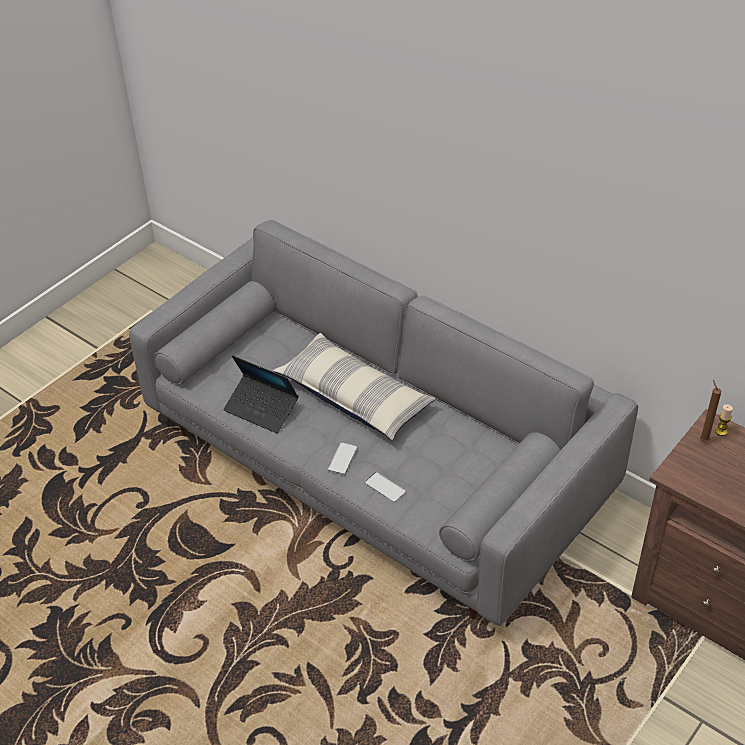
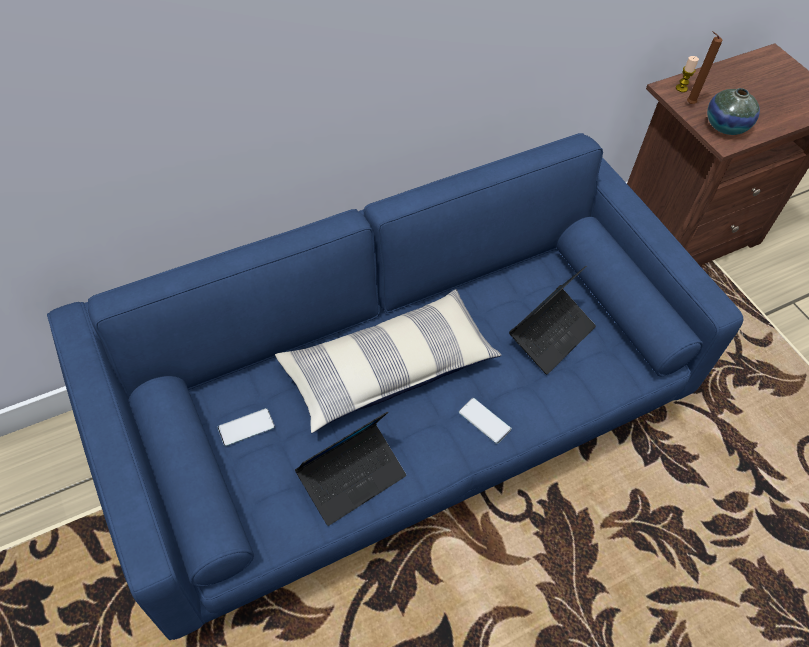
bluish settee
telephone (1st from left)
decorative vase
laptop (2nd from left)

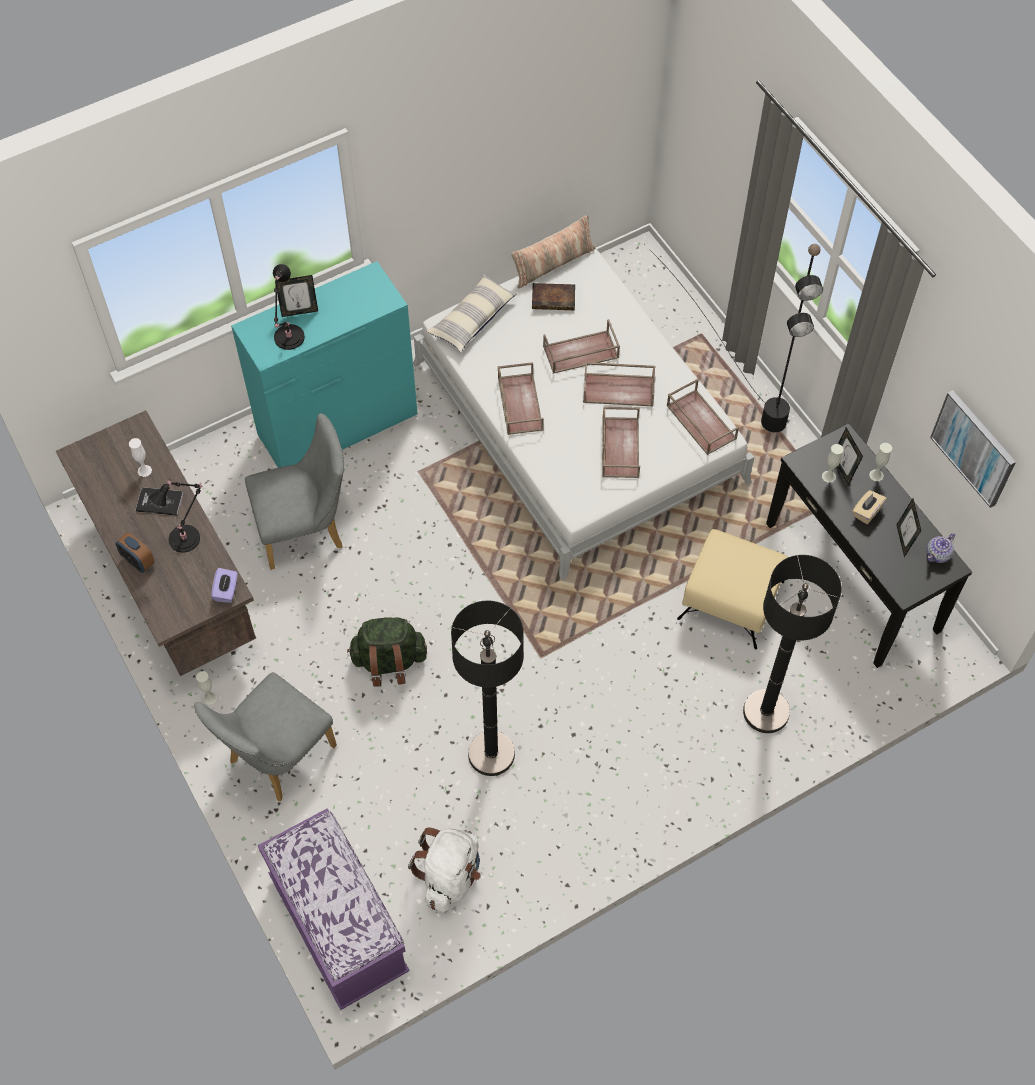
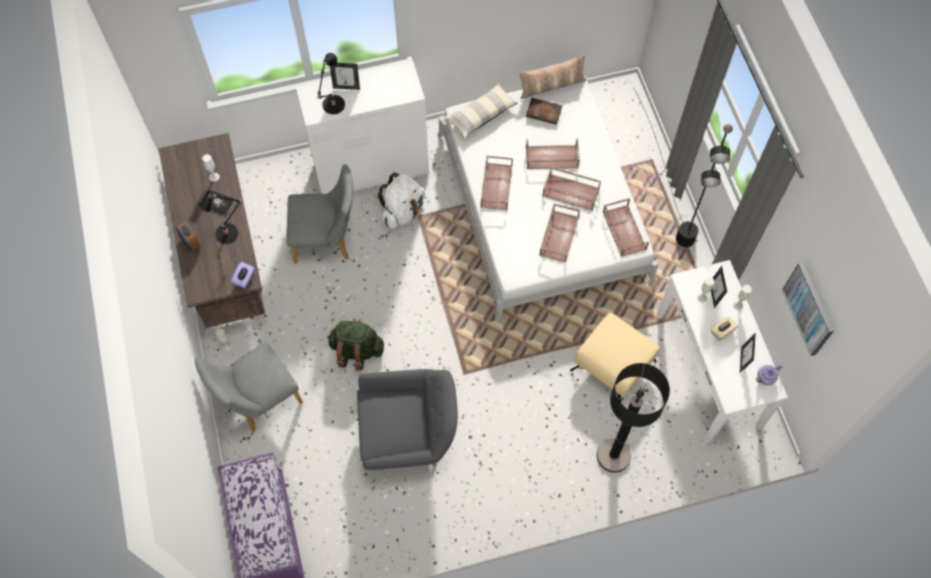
white-coloured dresser
white-coloured narrow table
greyish armchair
white-coloured rucksack

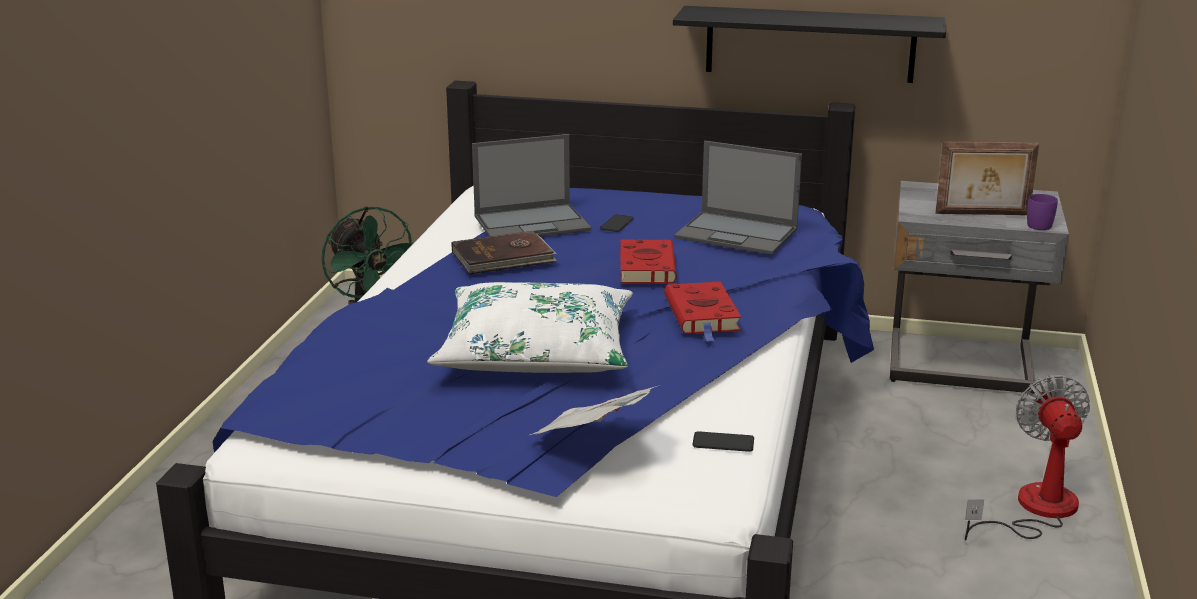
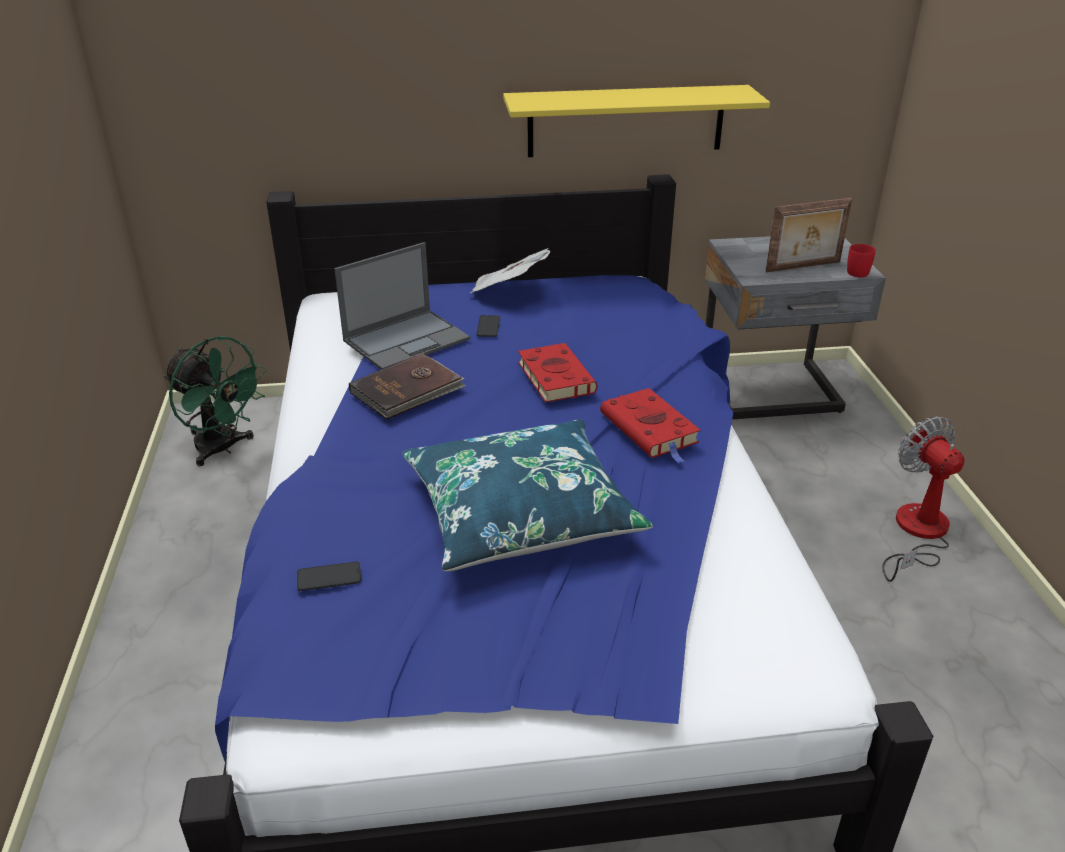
yellowish shelf
laptop (2nd from left in the first image)
reddish mug
bluish cushion
daily paper
telephone (1st from left)

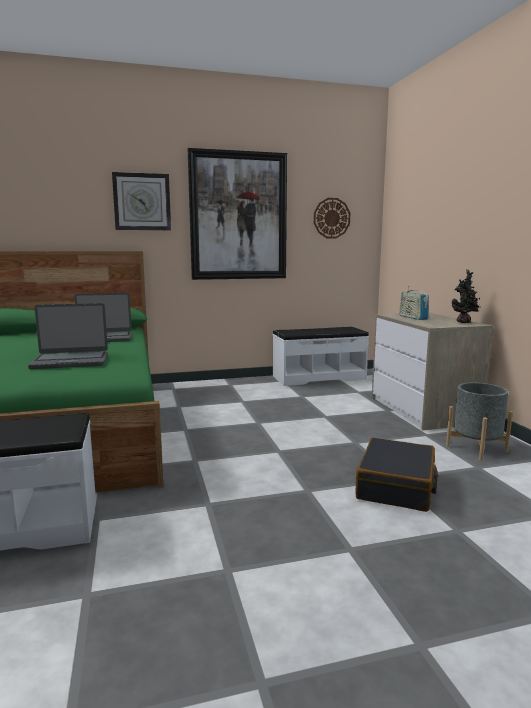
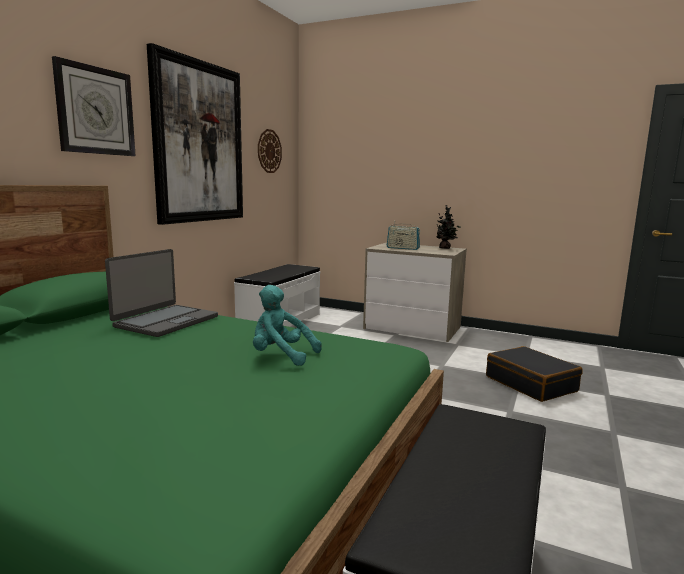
turquoise cuddly toy
greyish plant pot

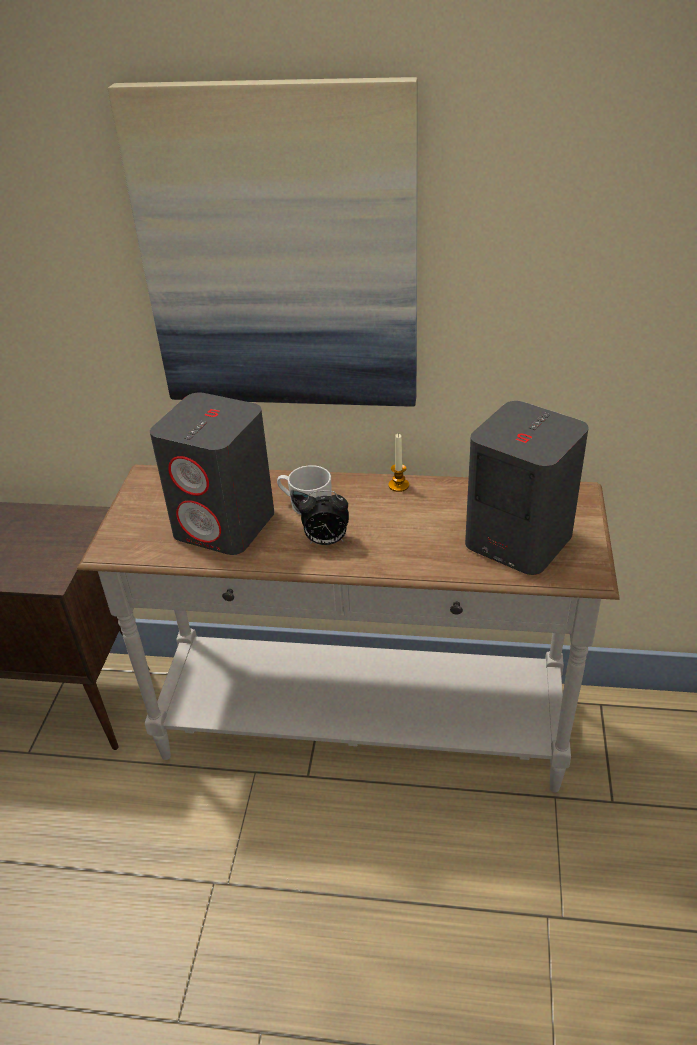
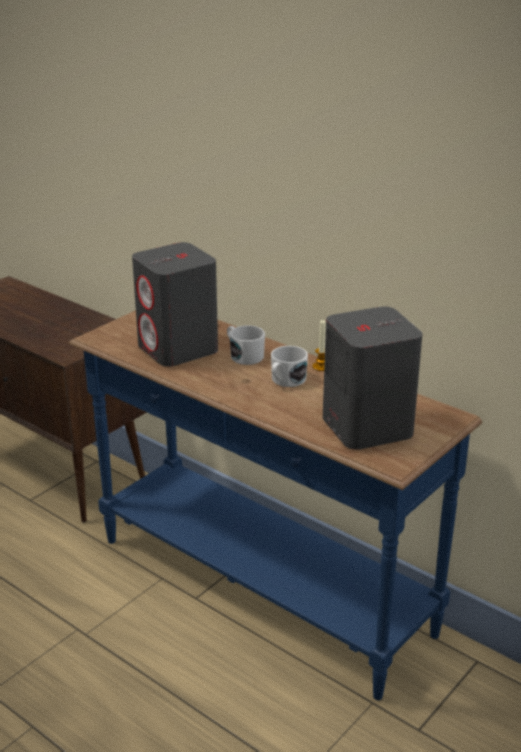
wall picture
bluish narrow table
alarm clock
white-coloured mug (2nd from left)

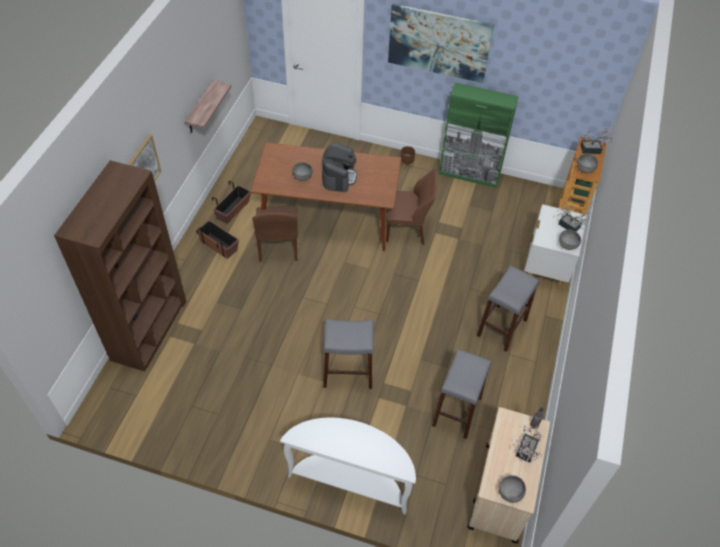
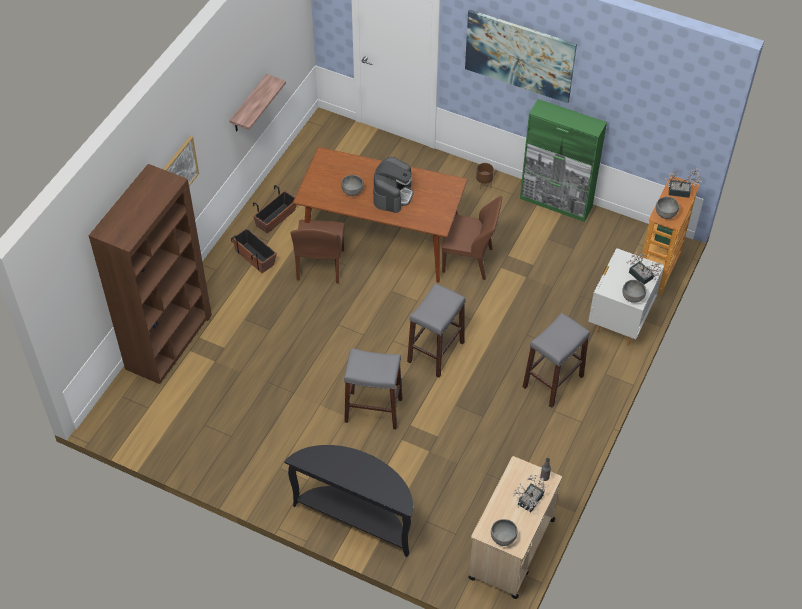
greyish sitting stool (2nd from left)
blackish narrow table

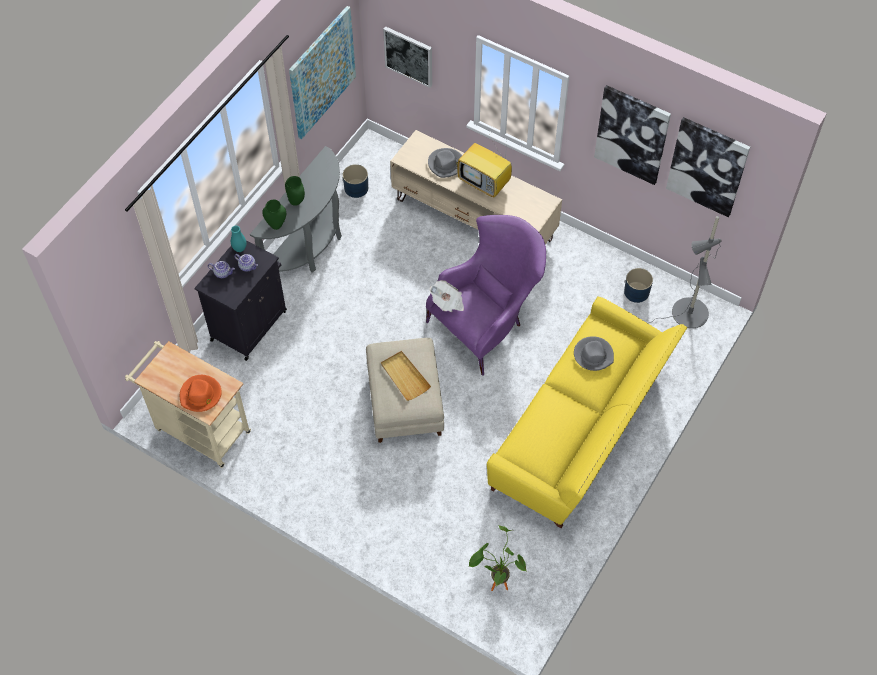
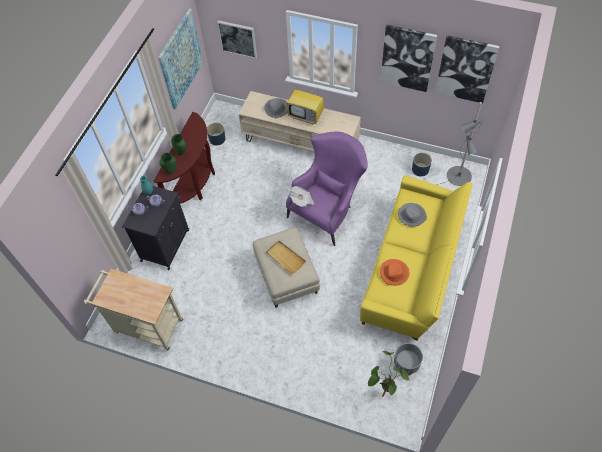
brownish narrow table
orange wearable hat
greyish plant pot

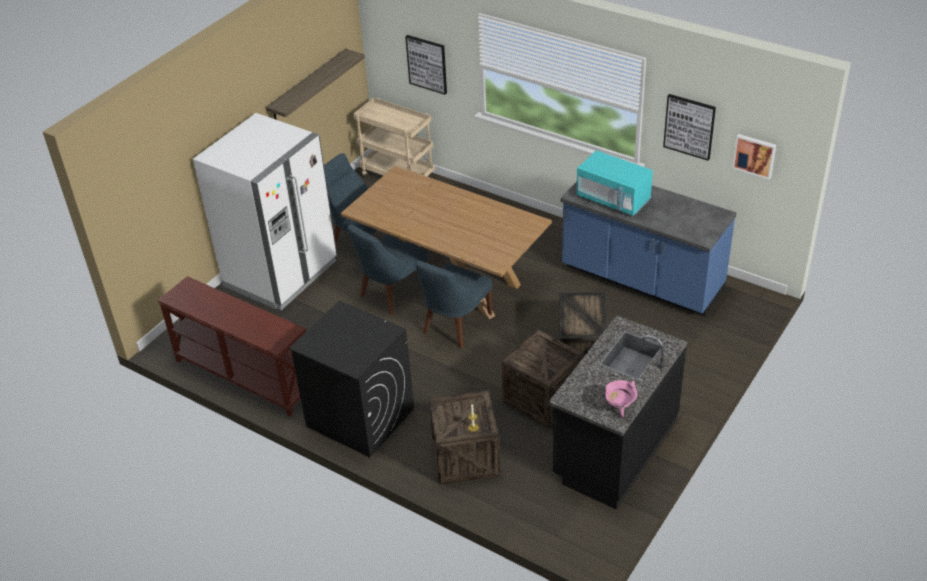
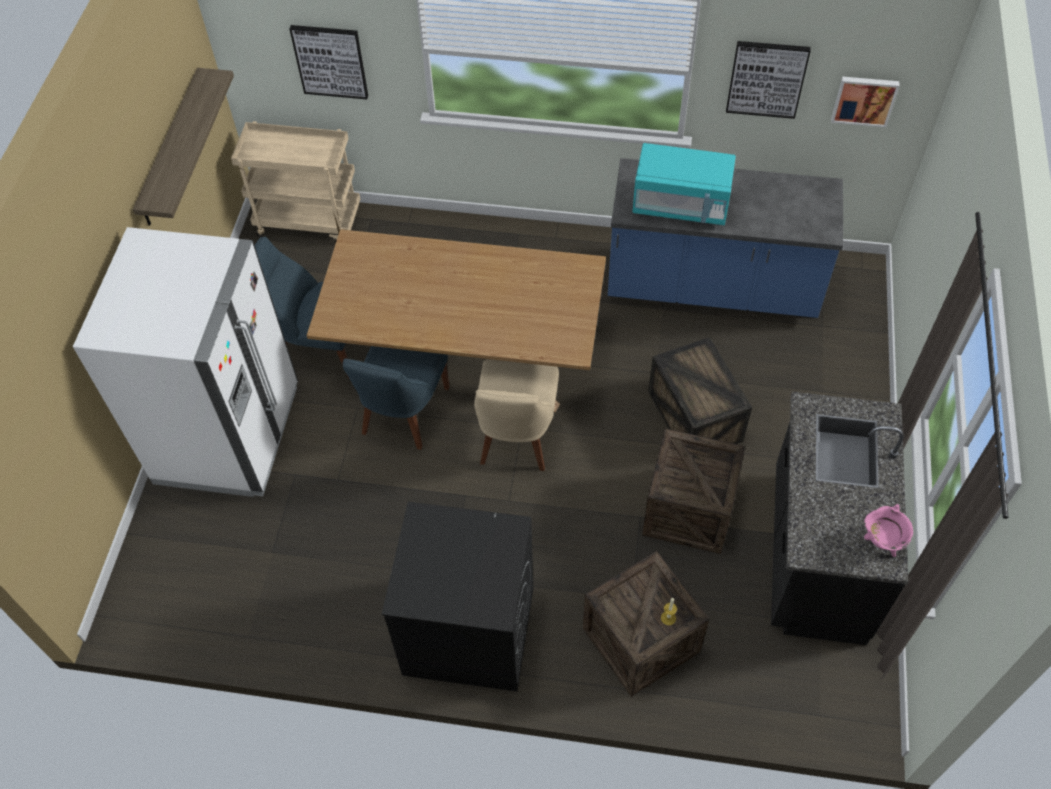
beige-coloured upright chair
brownish narrow table

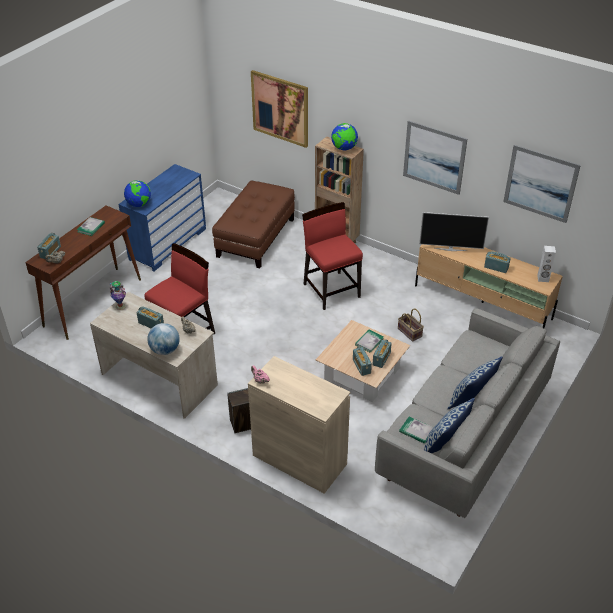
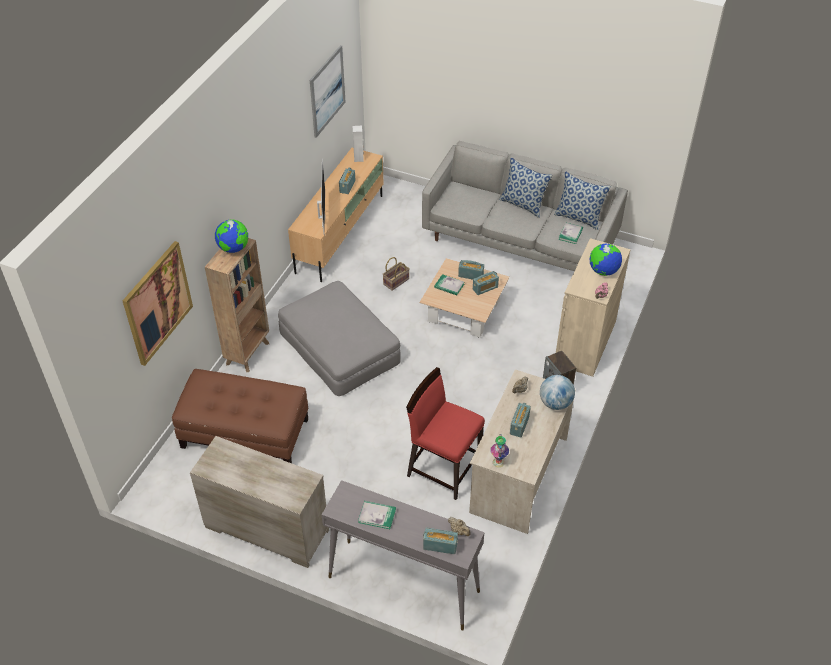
wall picture (2nd from left in the first image)
beige-coloured dresser
desk globe (3rd from left)
greyish ottoman
greyish narrow table

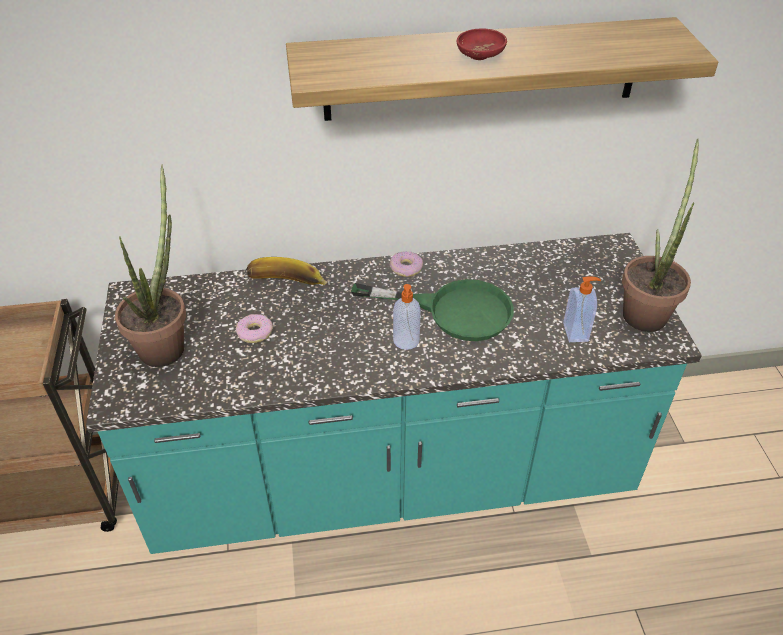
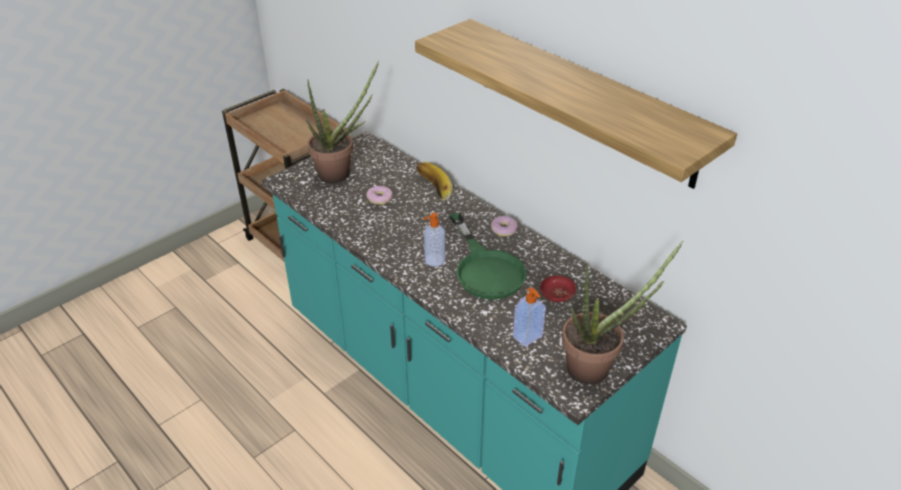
reddish serving bowl

